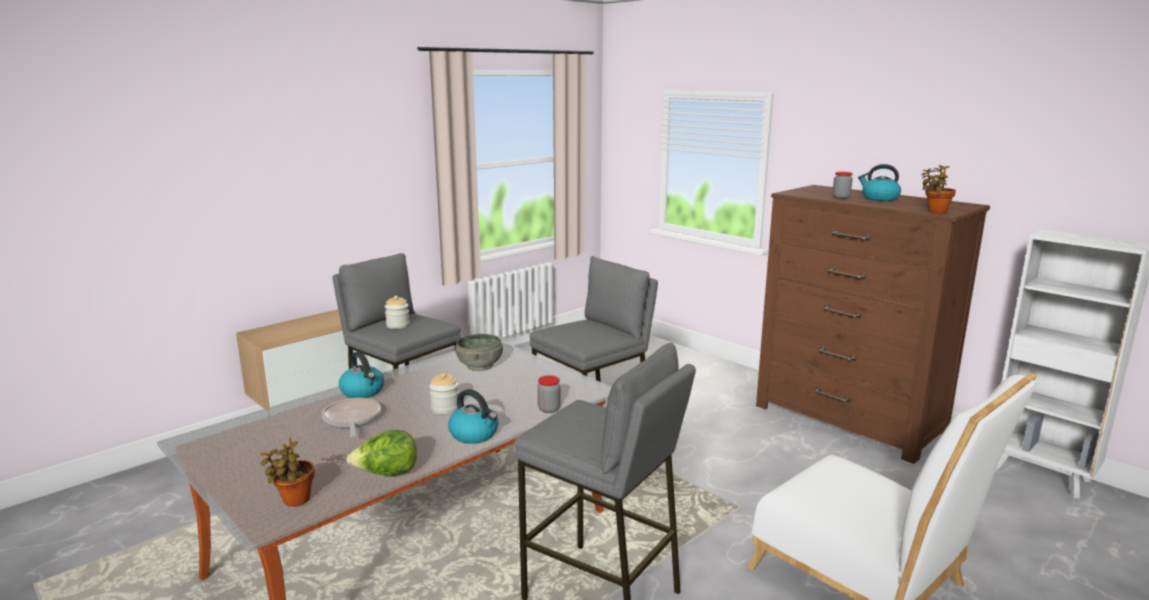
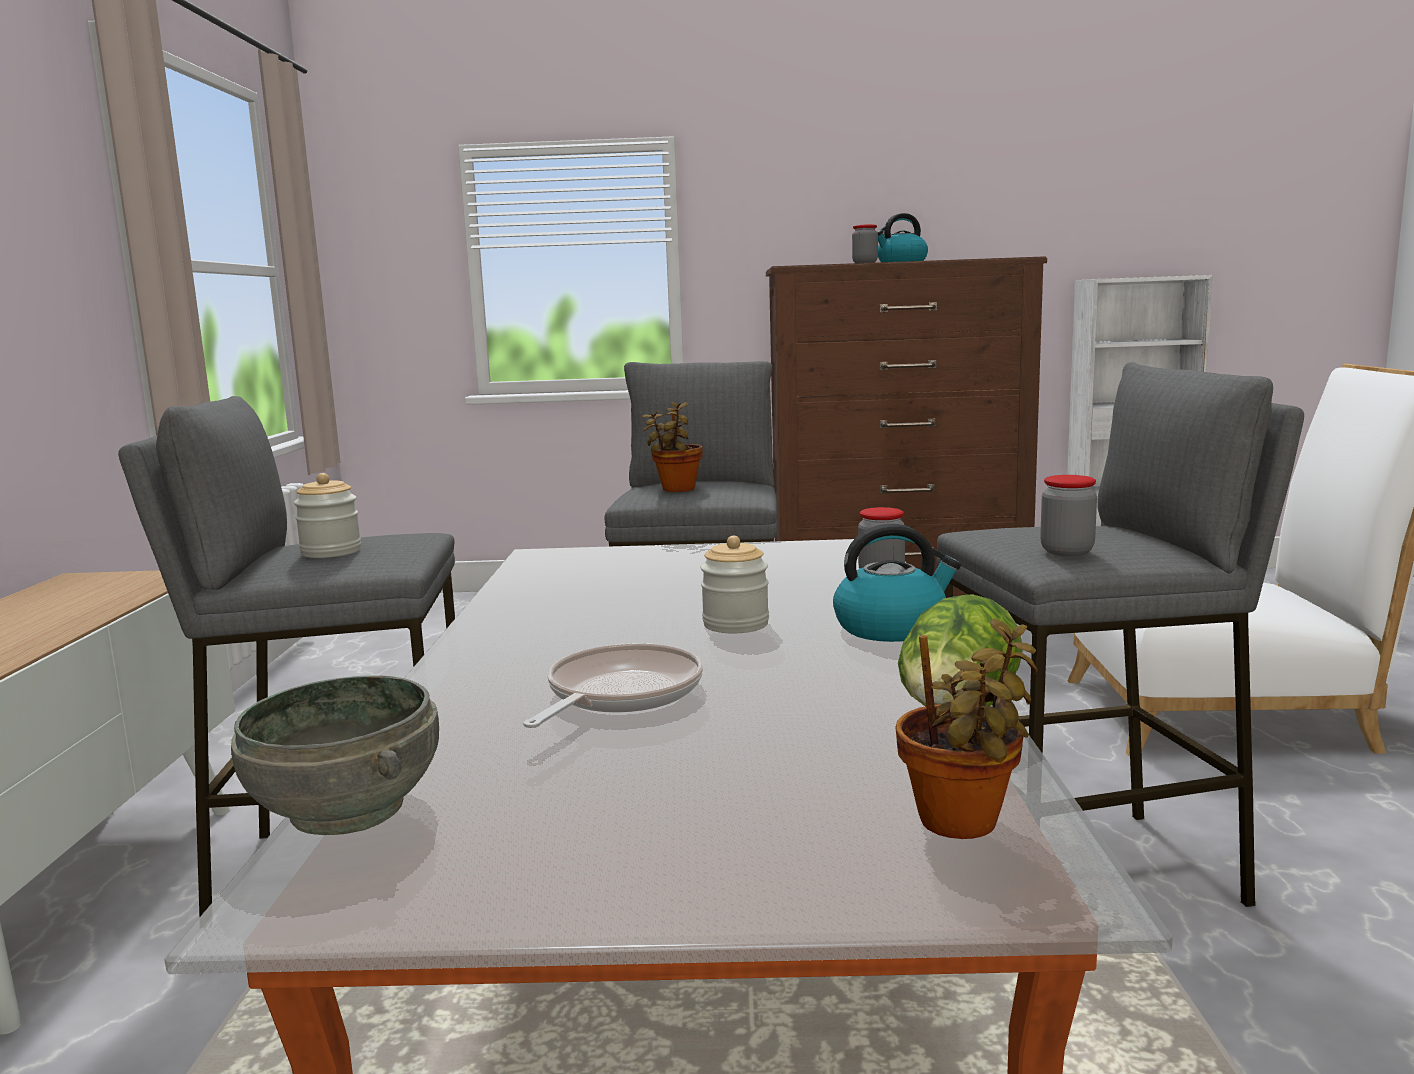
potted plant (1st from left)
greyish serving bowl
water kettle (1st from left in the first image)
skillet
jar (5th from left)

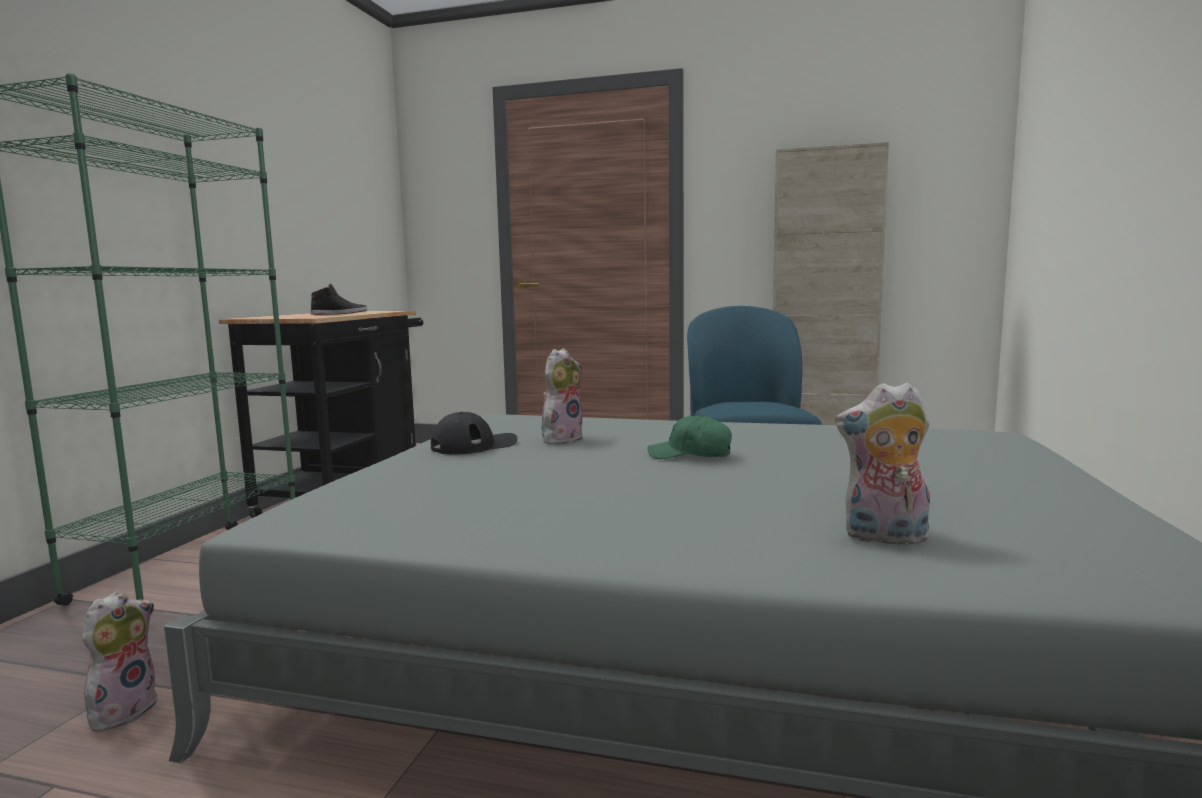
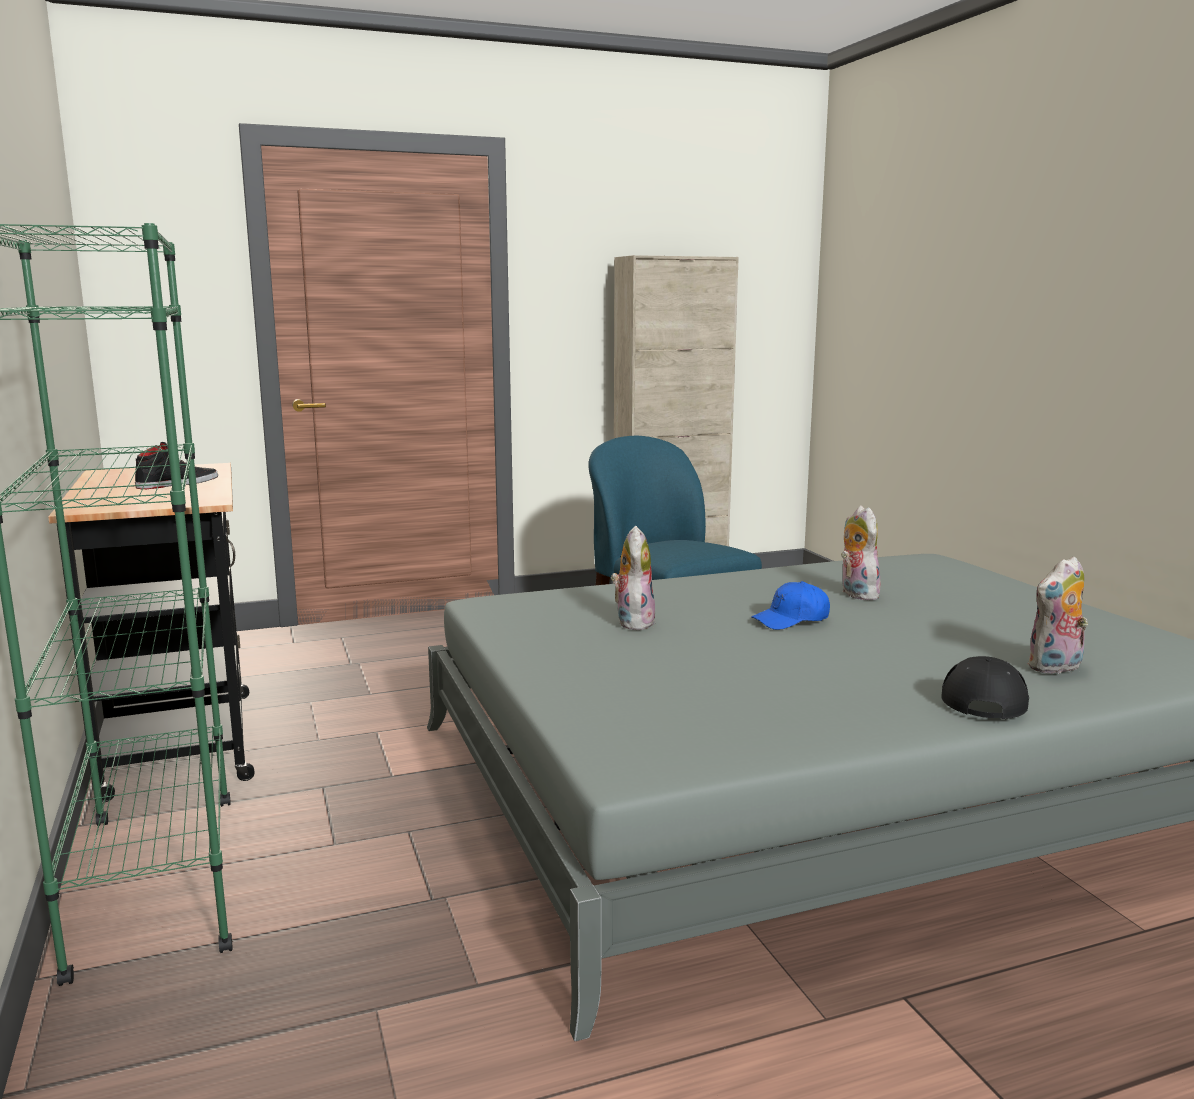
blackish baseball cap
bluish baseball cap
cuddly toy (2nd from left)

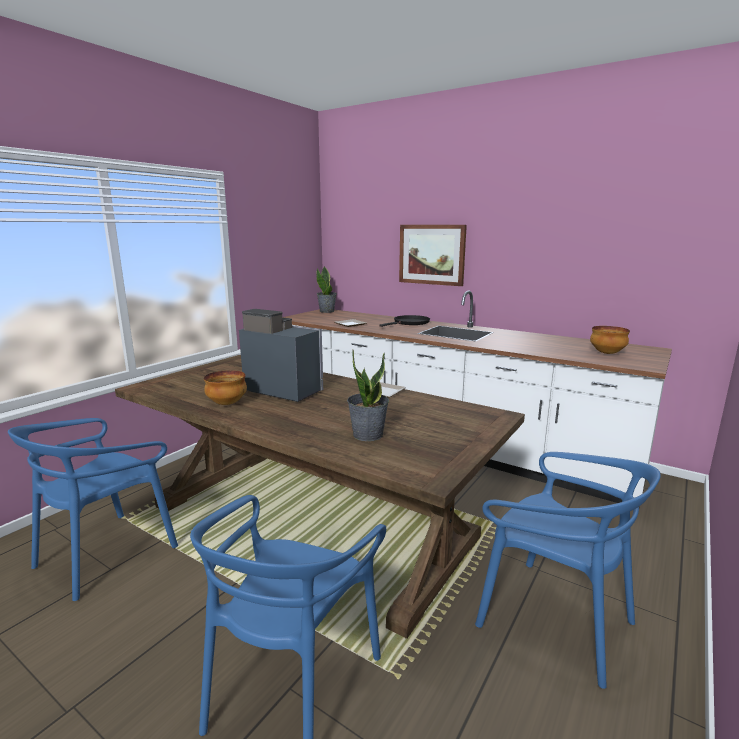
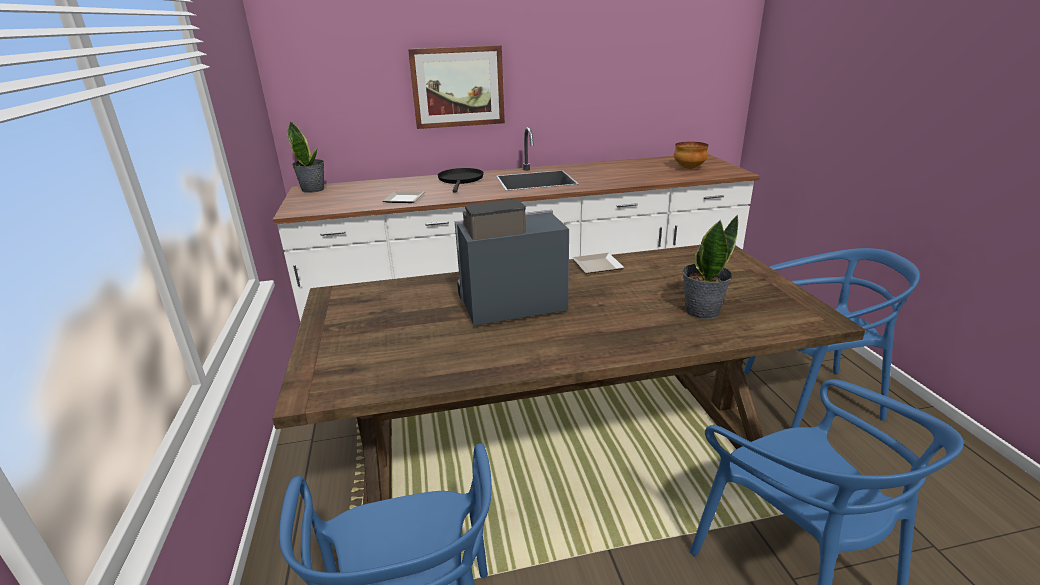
serving bowl (1st from left in the first image)

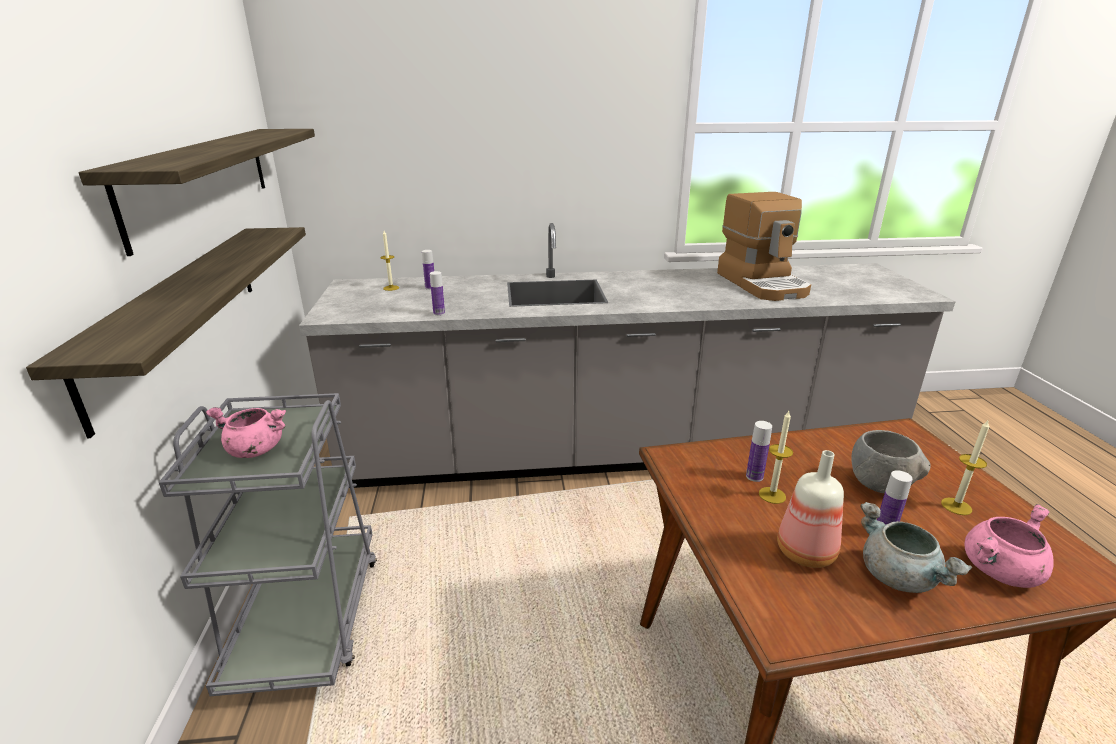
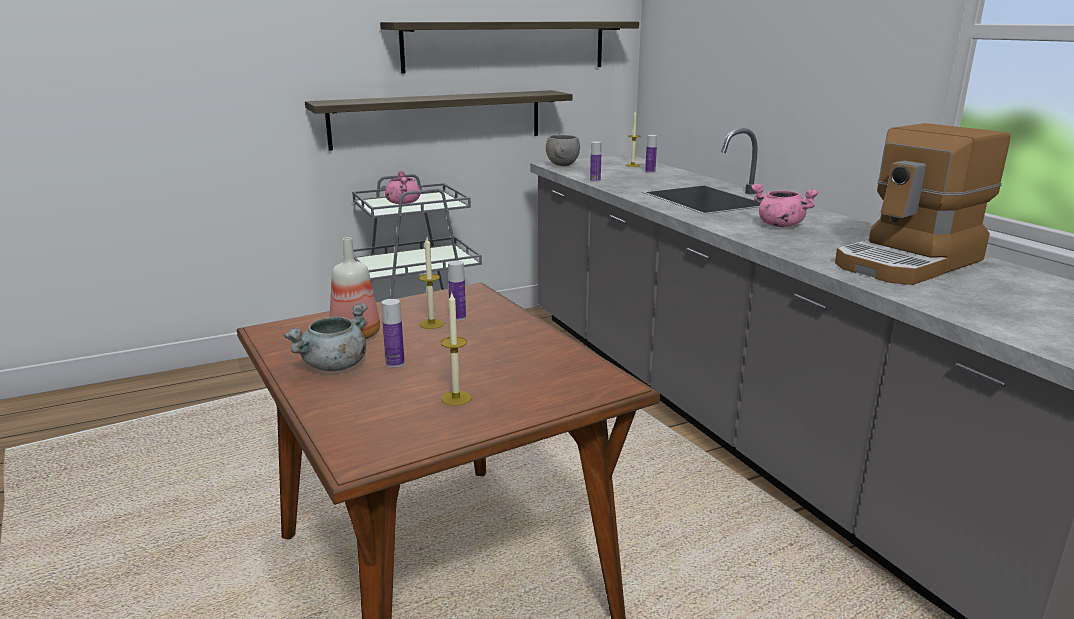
greyish serving bowl
pinkish stockpot (2nd from left)

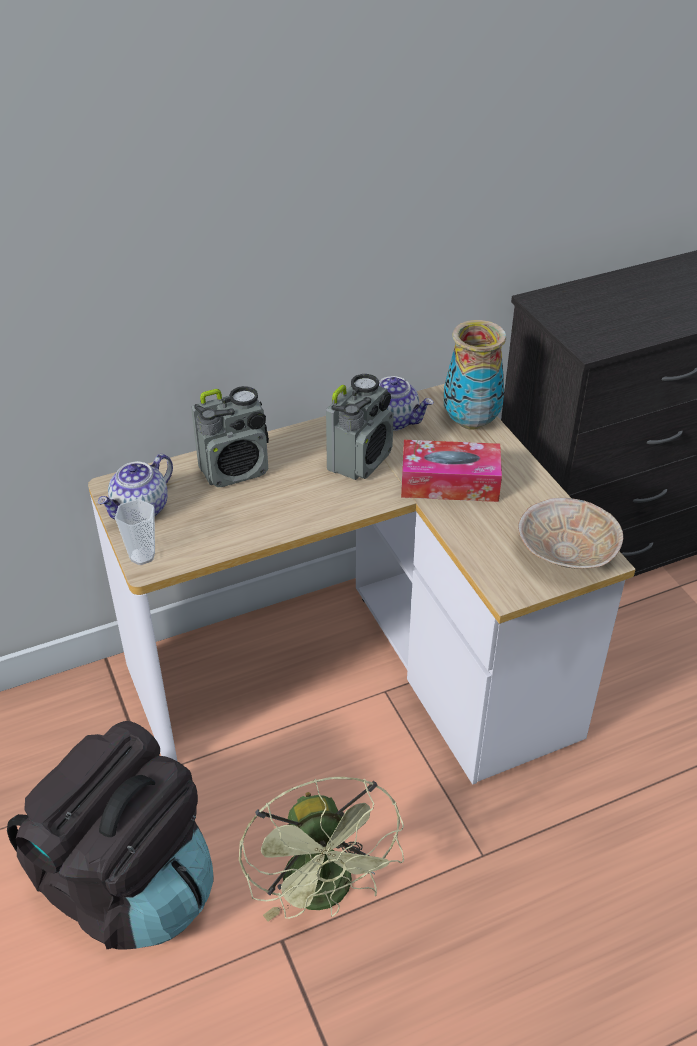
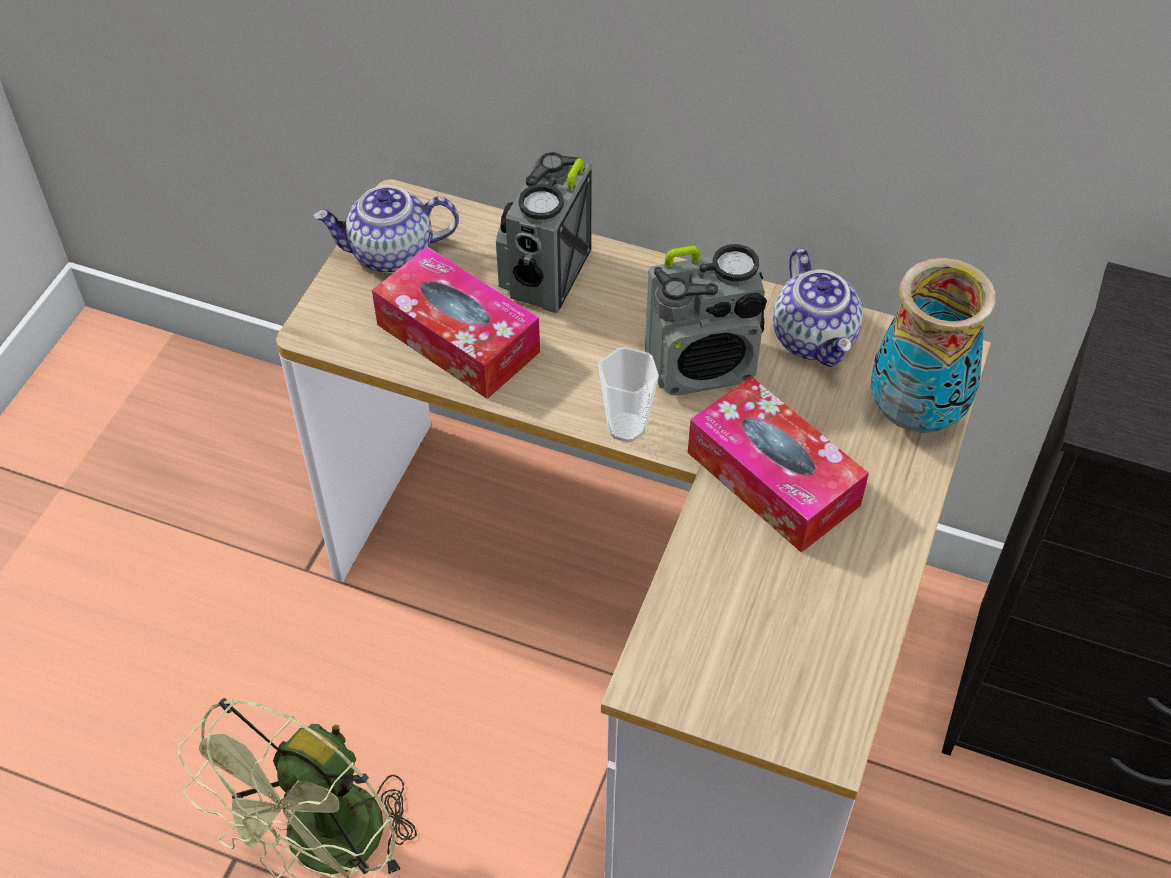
radio receiver (1st from left)
beige-coloured serving bowl
cup
blackish rucksack
tissue box (1st from left)

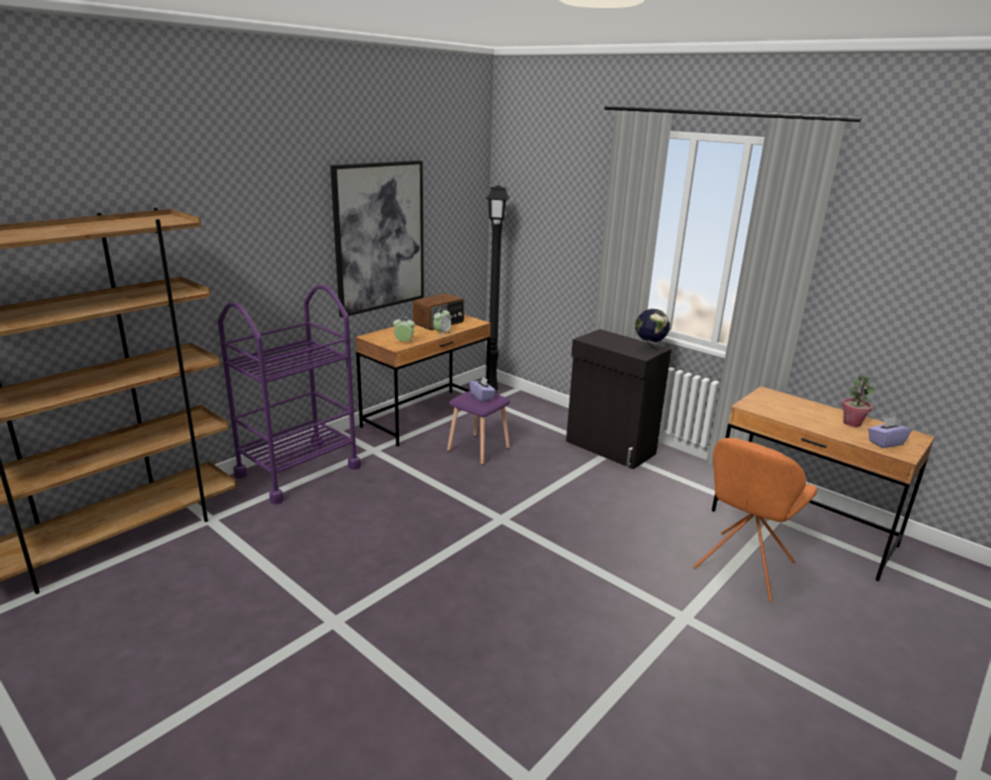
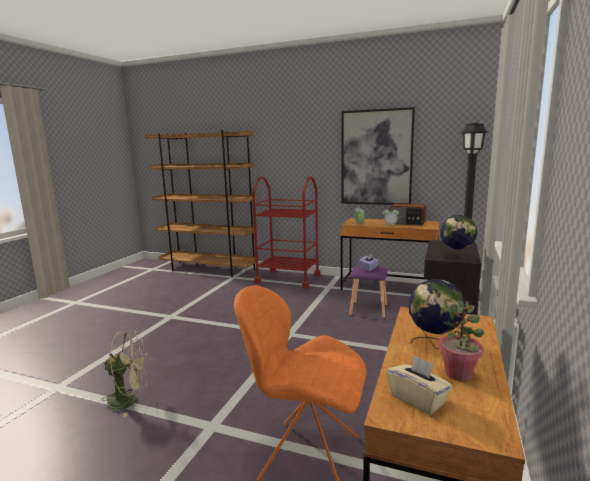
reddish wheeled cart
beige-coloured tissue box
desk globe (1st from left)
greenish electric fan

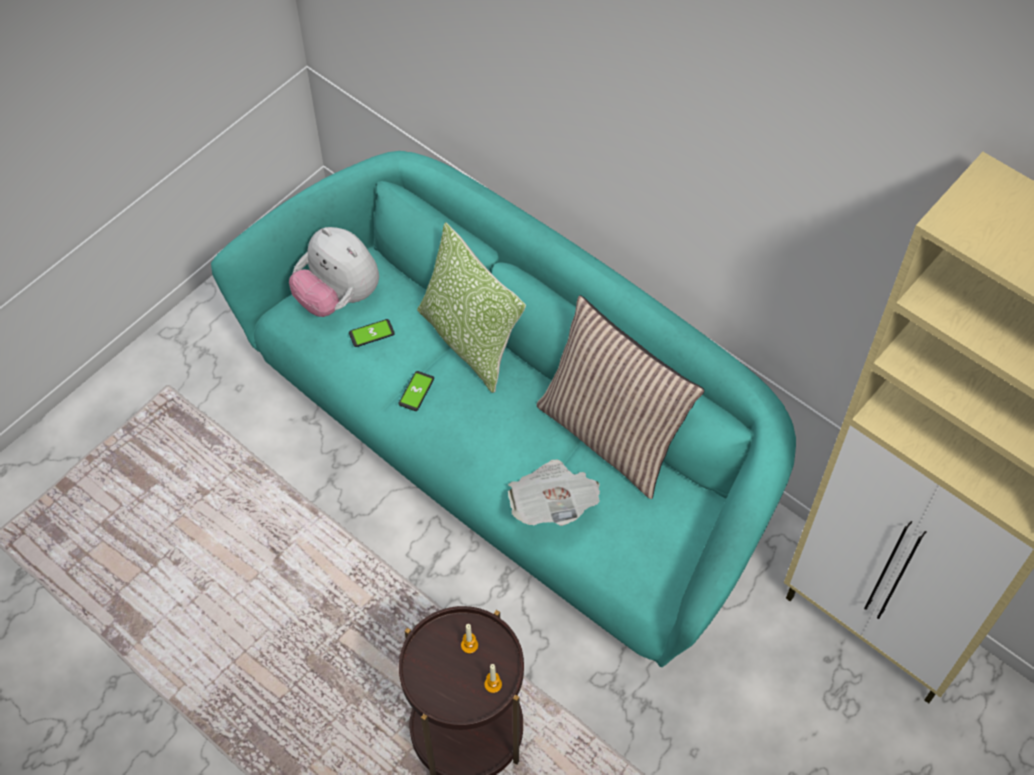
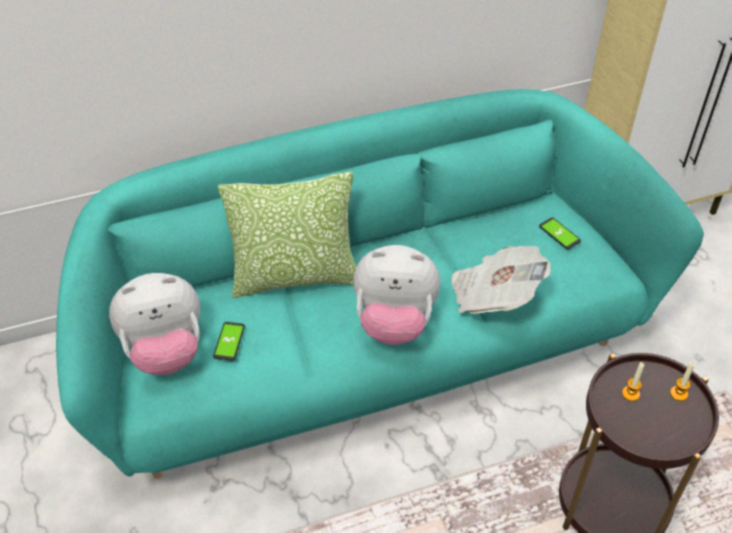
cushion (2nd from left in the first image)
telephone (2nd from left)
cuddly toy (2nd from left)

